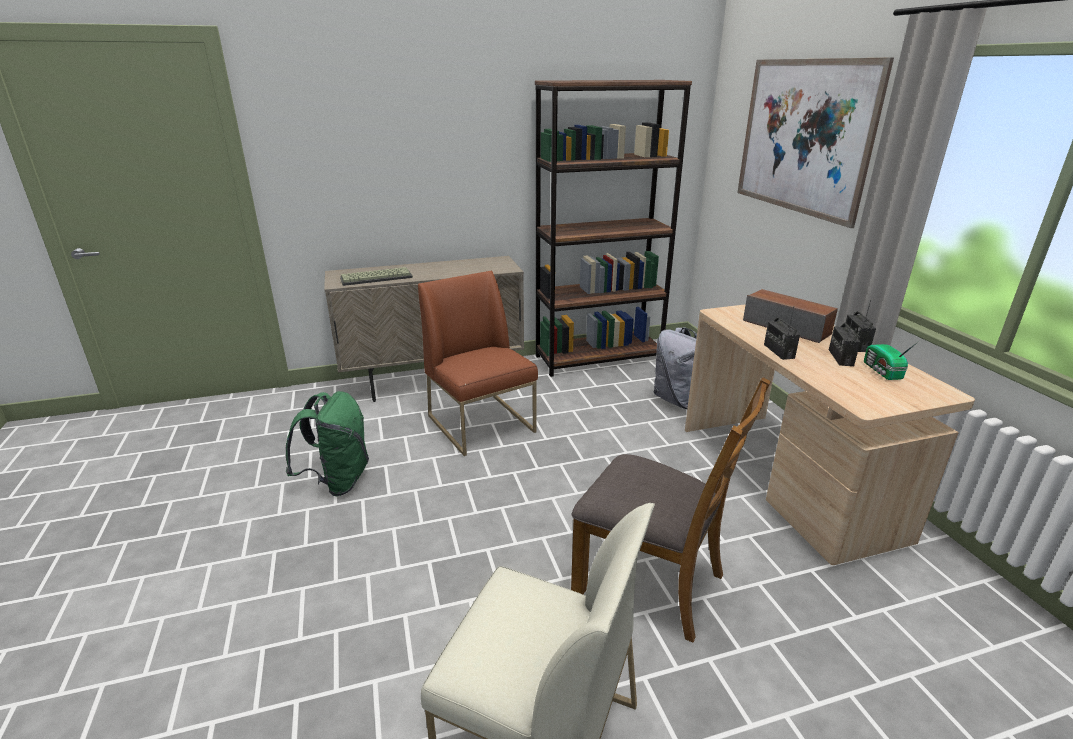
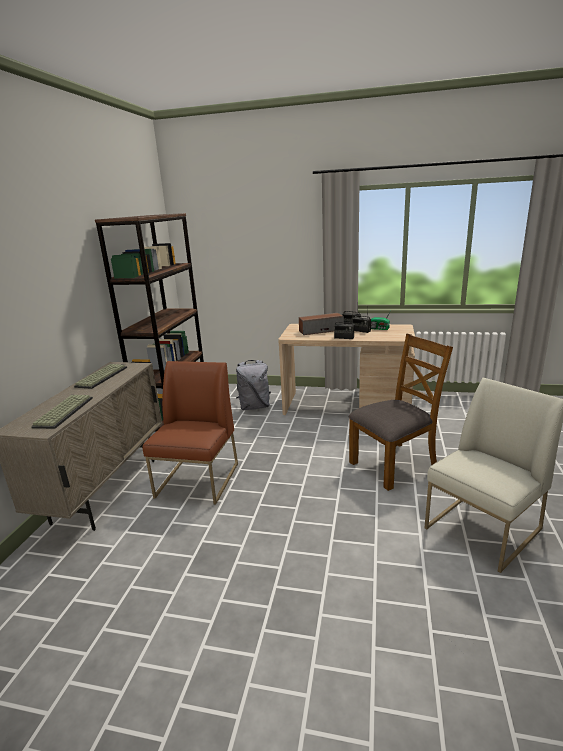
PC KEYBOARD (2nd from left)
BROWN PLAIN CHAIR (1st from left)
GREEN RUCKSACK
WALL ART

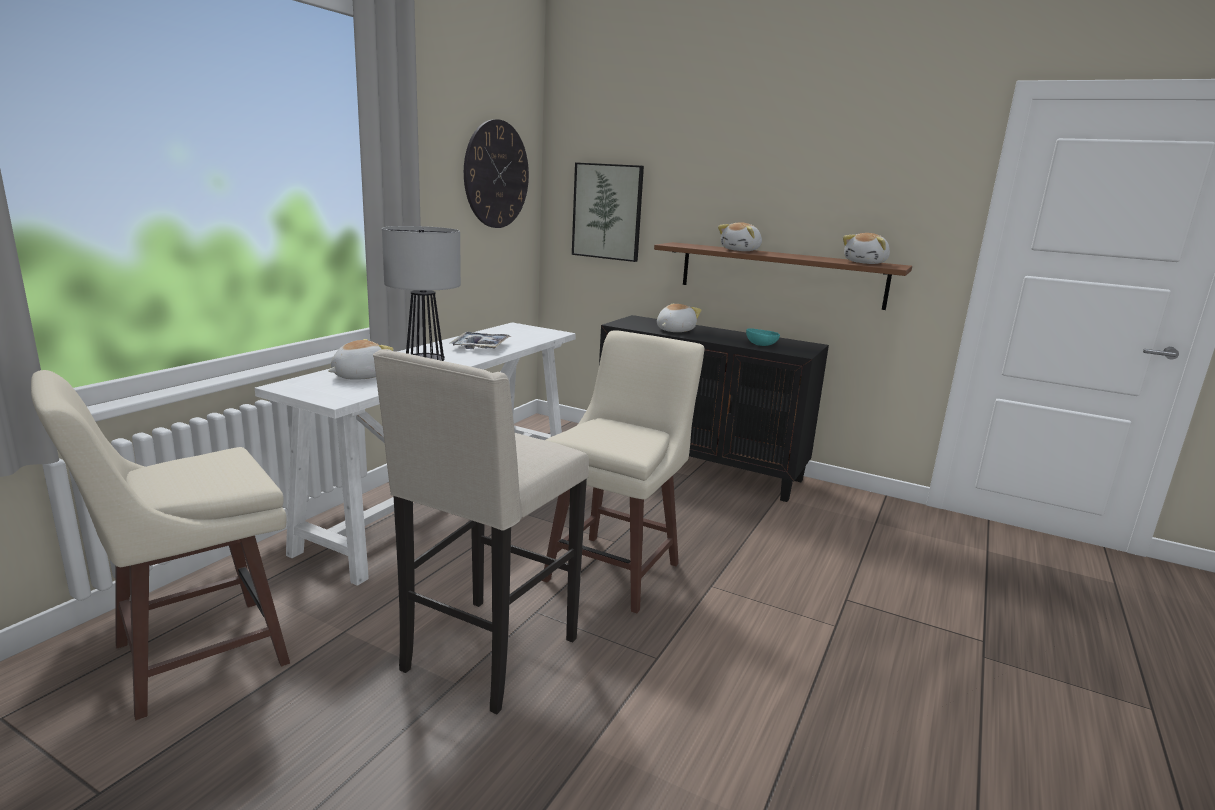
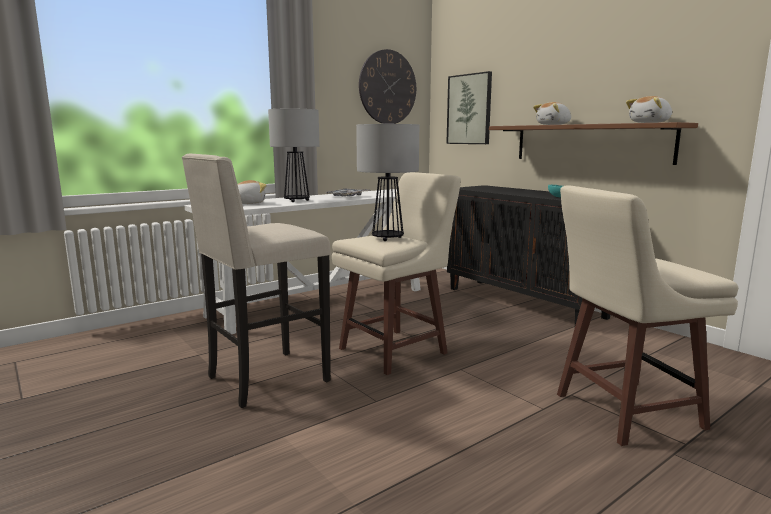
TABLETOP LAMP (2nd from left)
SAND-COLOURED STOOL (3rd from left)
CUDDLY TOY (2nd from left in the first image)

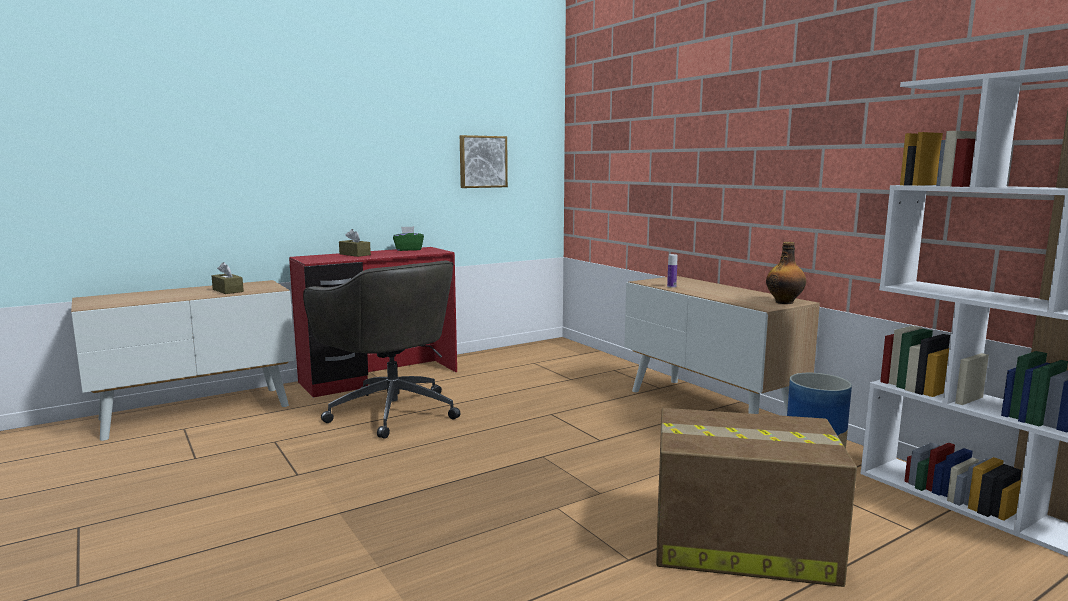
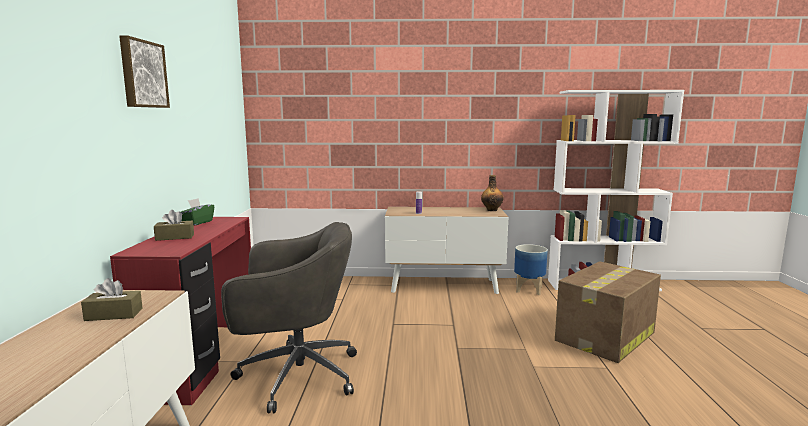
WALL ART

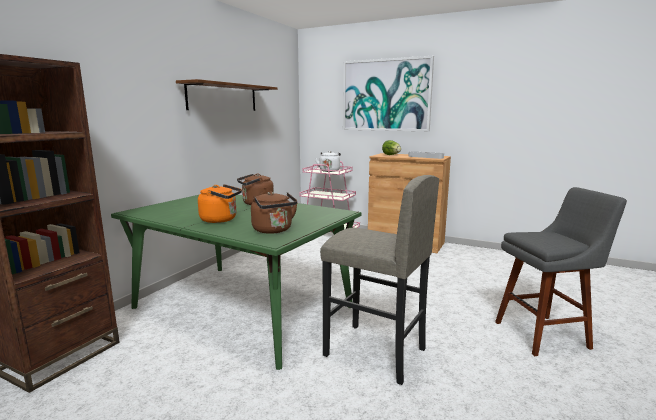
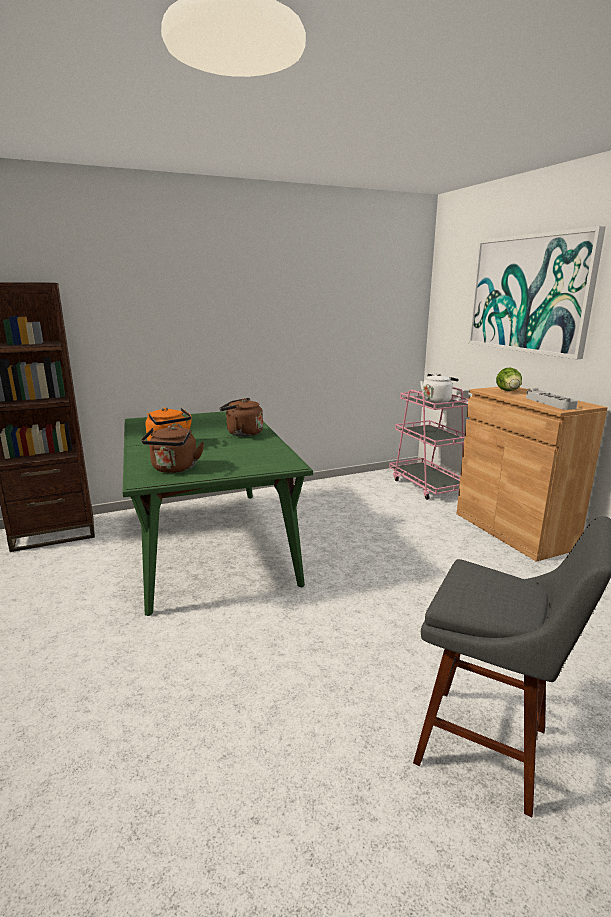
BROWN SHELF
GRAY STOOL (1st from left in the first image)

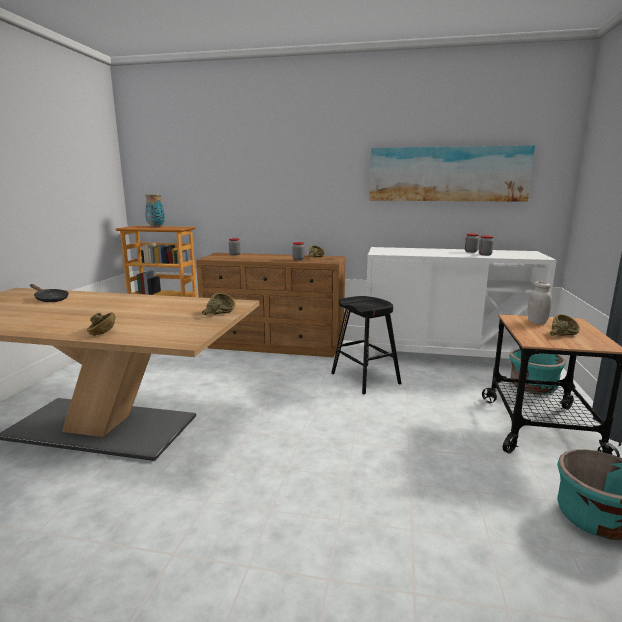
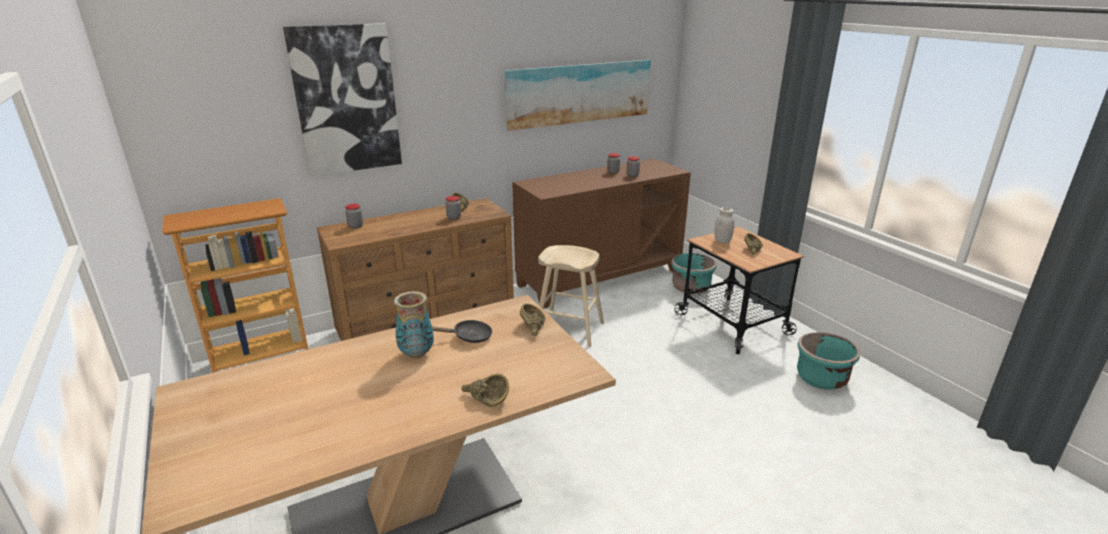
WALL ART (1st from left)
DECORATIVE VASE
BLACK-COLOURED PAN
BROWN CUPBOARD
SAND-COLOURED STOOL

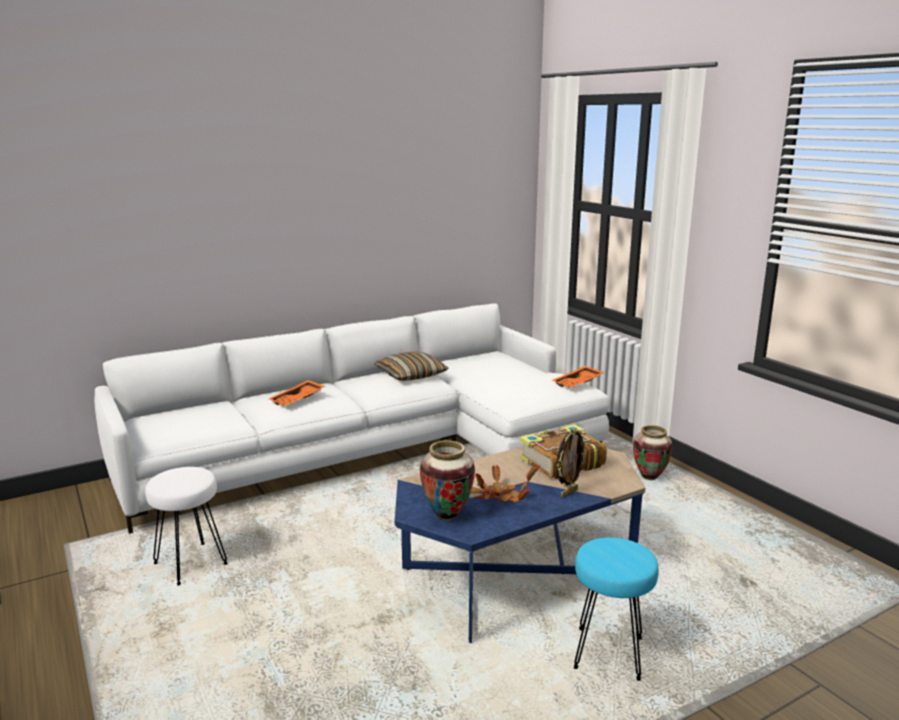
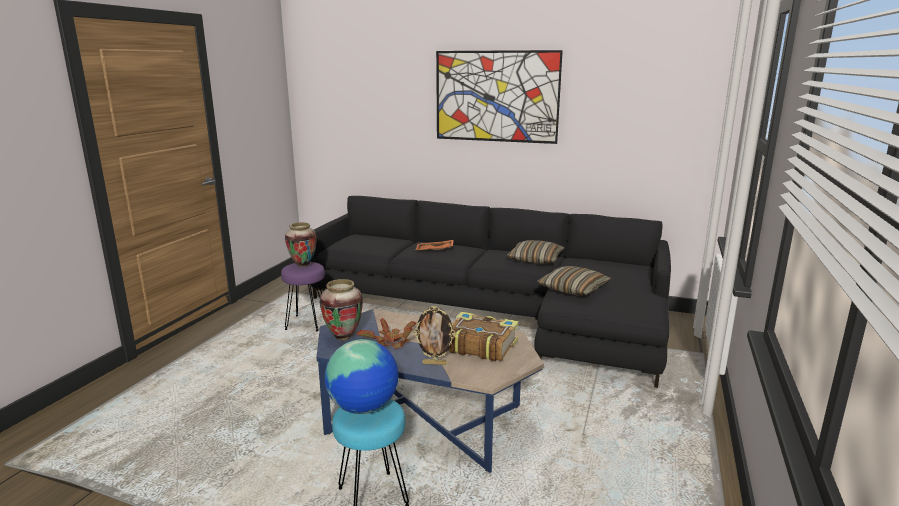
PURPLE STOOL
DECORATIVE VASE (1st from left)
BLACK-COLOURED SETTEE
WORLD GLOBE
WALL ART
THROW PILLOW (2nd from left)
ORANGE CARRYING TRAY (2nd from left in the first image)

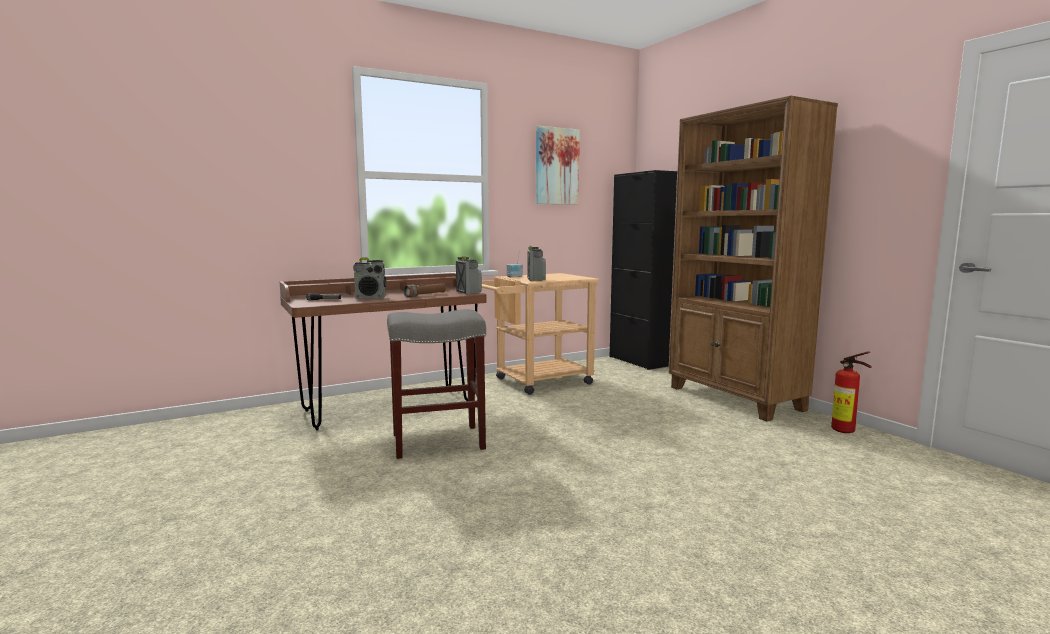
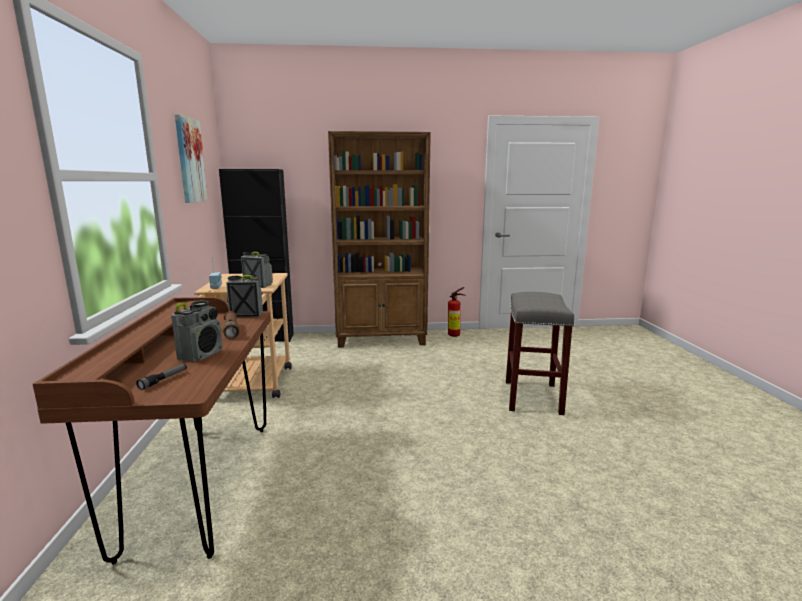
GRAY STOOL

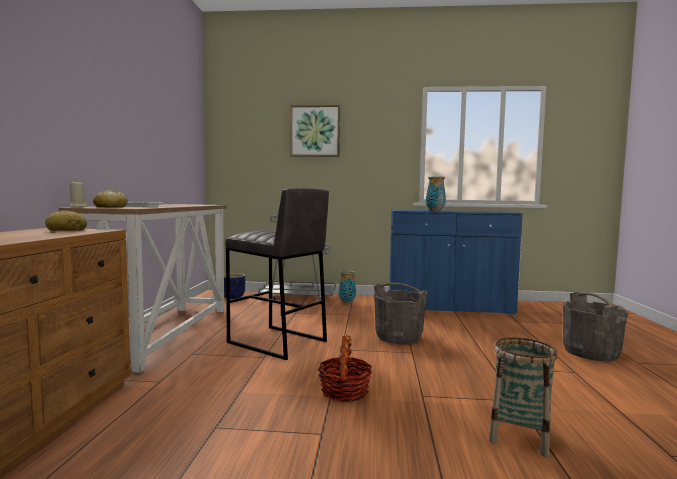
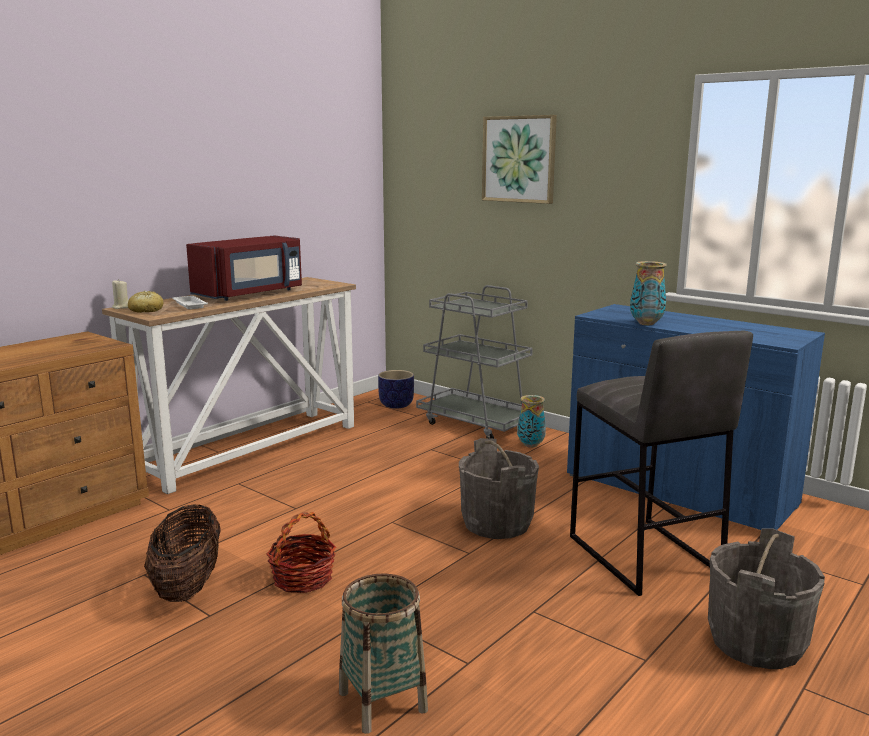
HOUSEHOLD BASKET (1st from left)
REDDISH MICROWAVE OVEN
GRAY STOOL
BAKERY BREAD (1st from left in the first image)

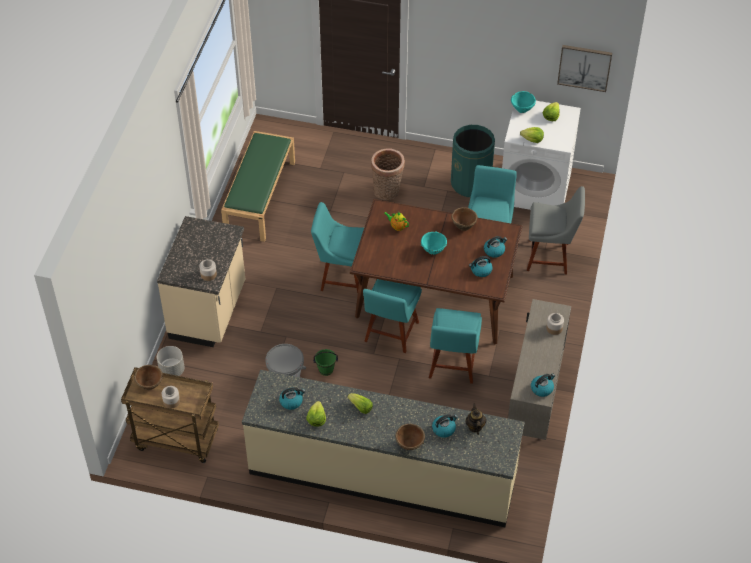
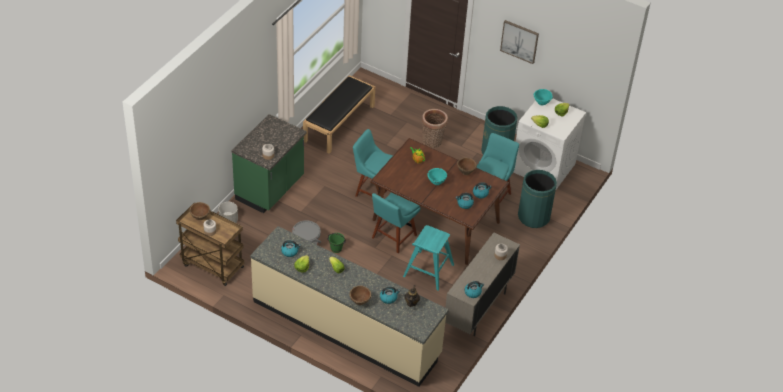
GREEN COUNTER
BLACK-COLOURED LONG SEAT
BLUE-GREEN STOOL
WALL ART
GREEN WASTE BIN (2nd from left)

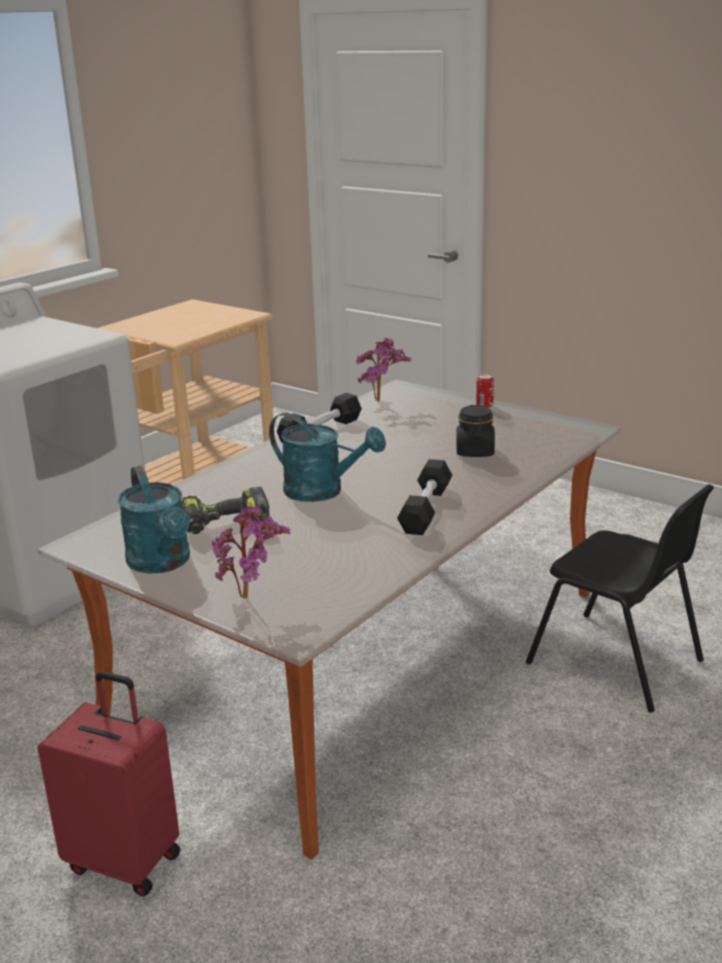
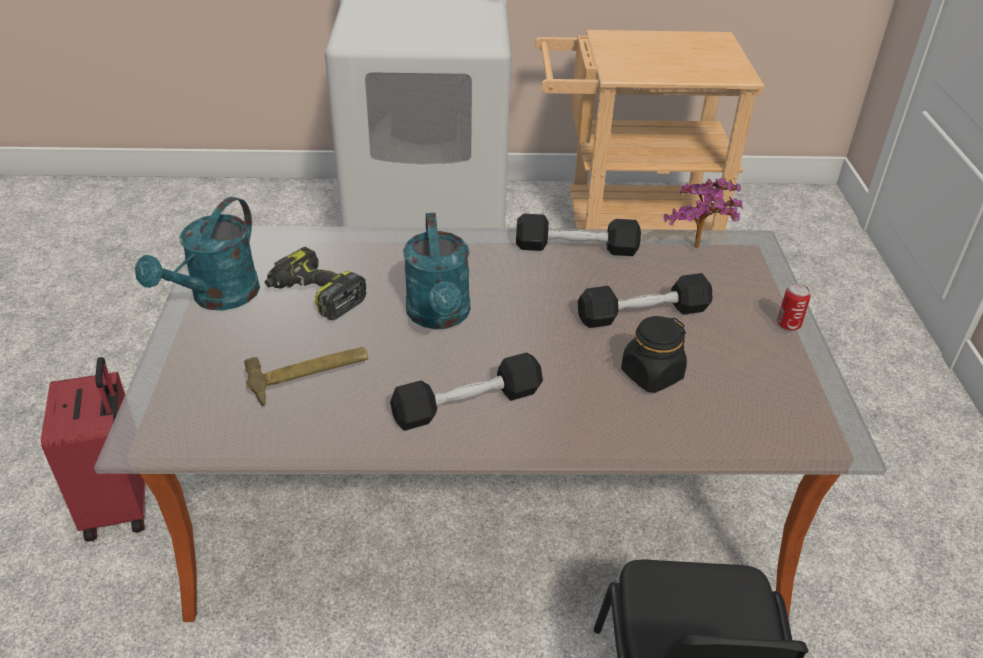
HAMMER
BLACK-COLOURED DUMBBELL (3rd from left)
HOUSEPLANT (1st from left in the first image)

